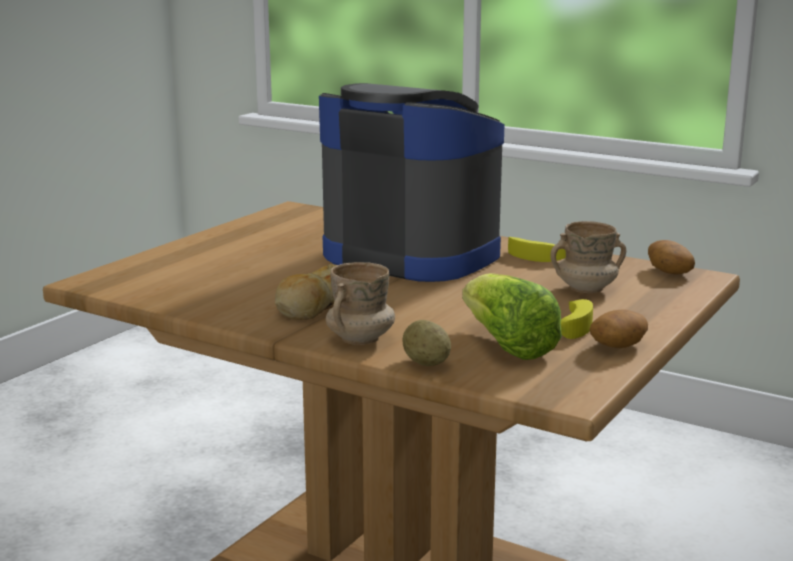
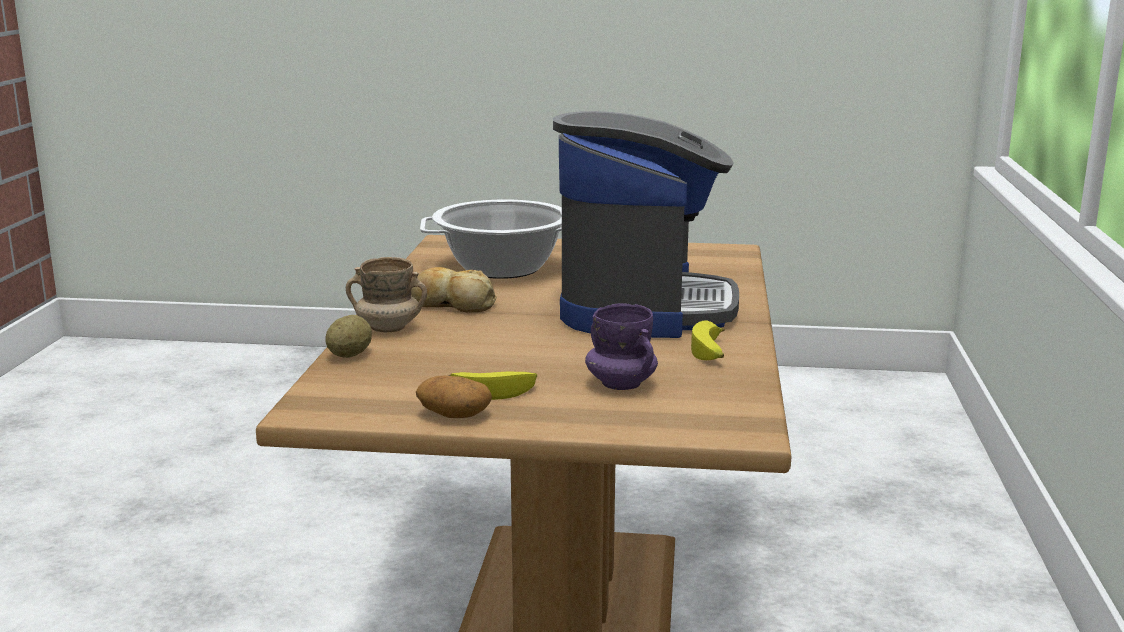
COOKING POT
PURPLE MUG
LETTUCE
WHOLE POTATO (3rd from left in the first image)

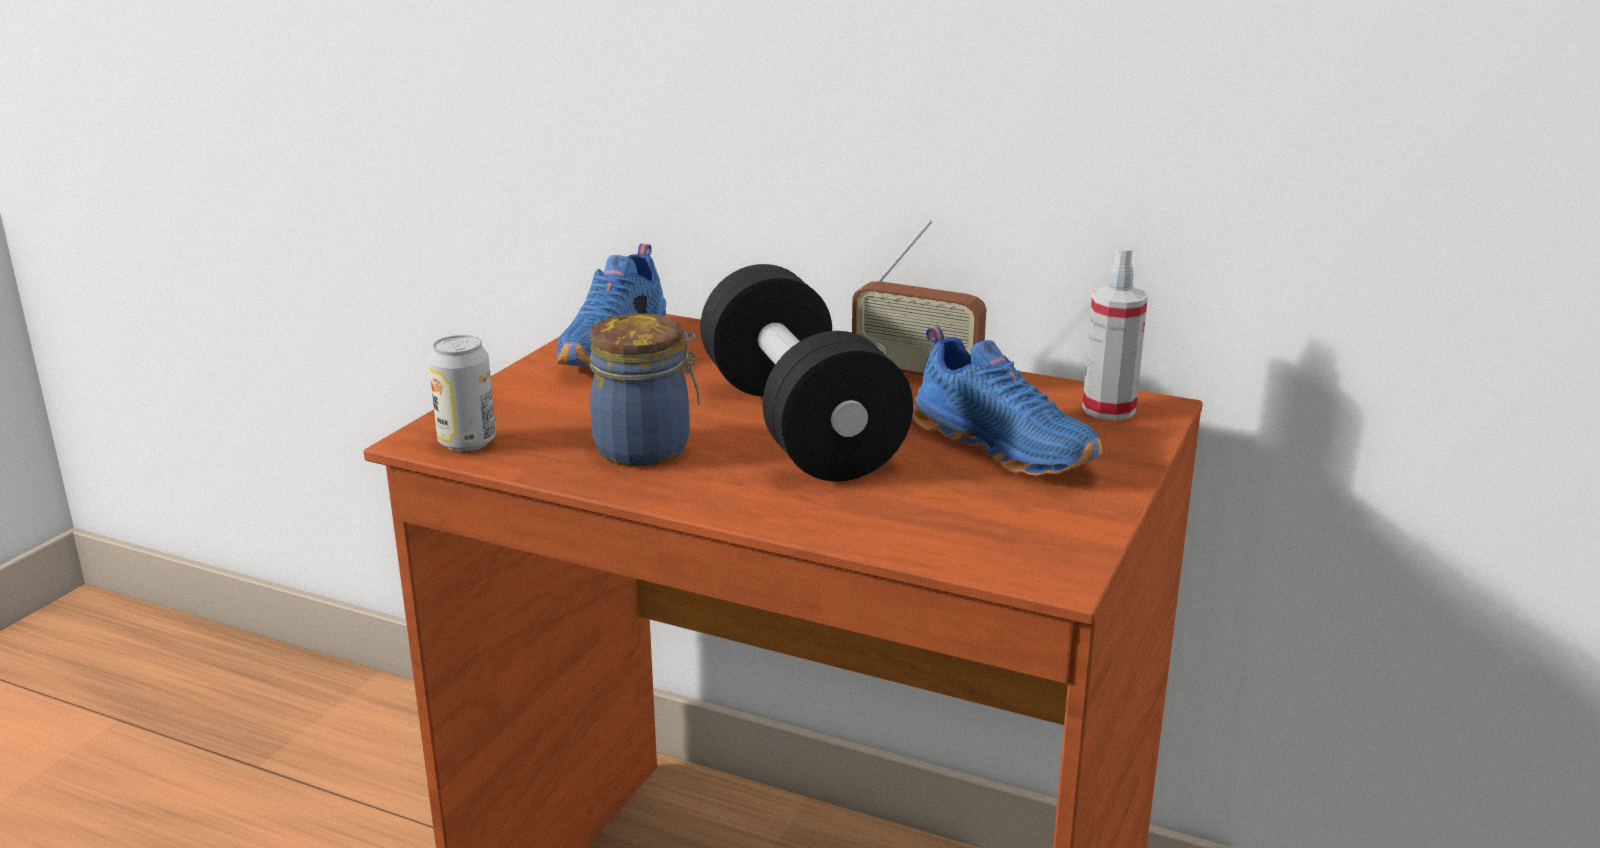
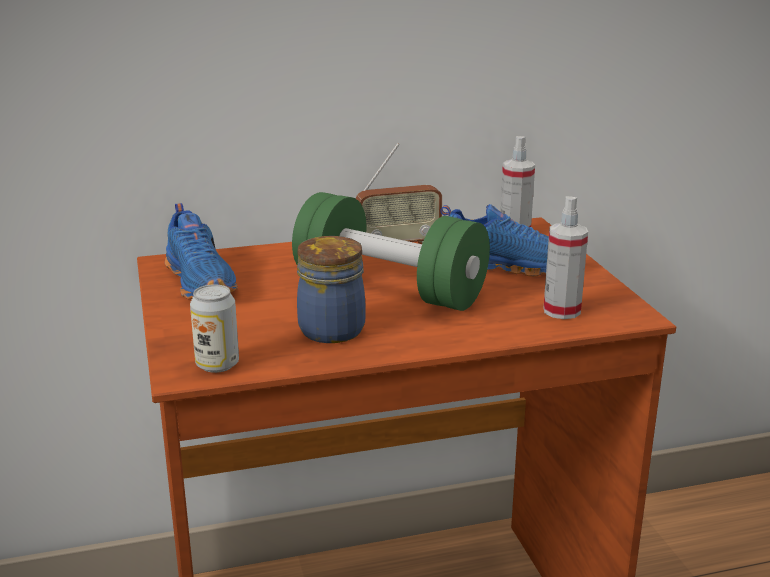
GREEN DUMBBELL
HAND SPRAYER (2nd from left)

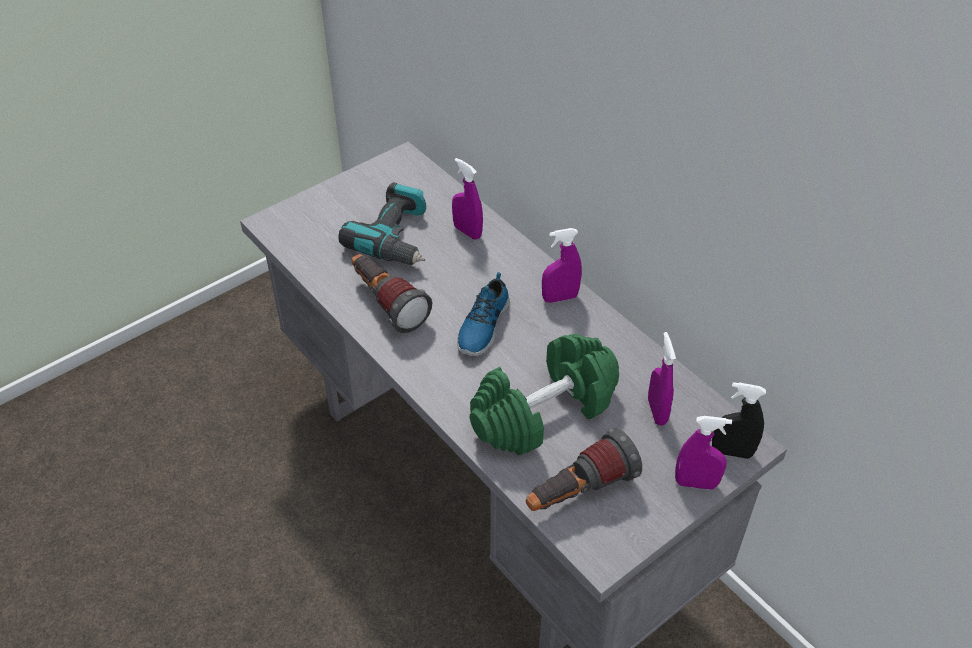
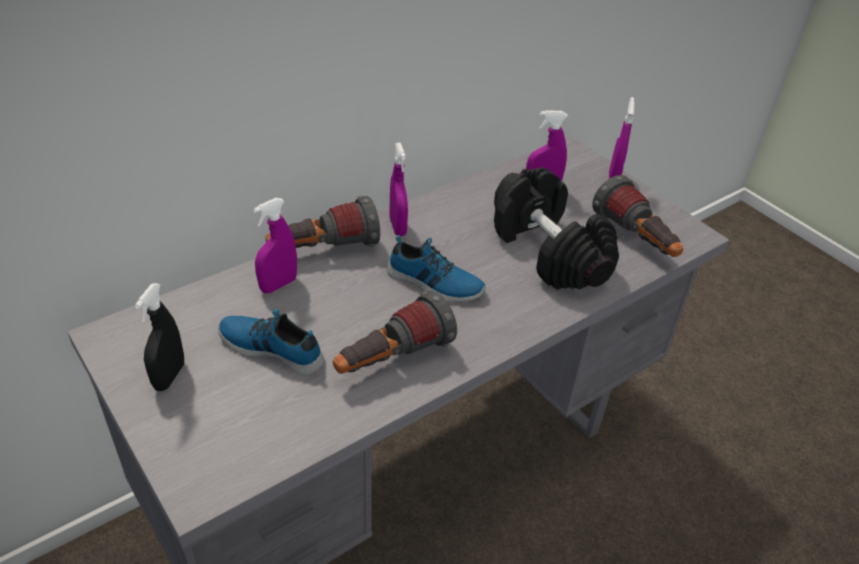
BLACK-COLOURED HAND SPRAYER
ITEM OF FOOTWEAR (1st from left)
TORCH (1st from left)
BLACK-COLOURED DUMBBELL

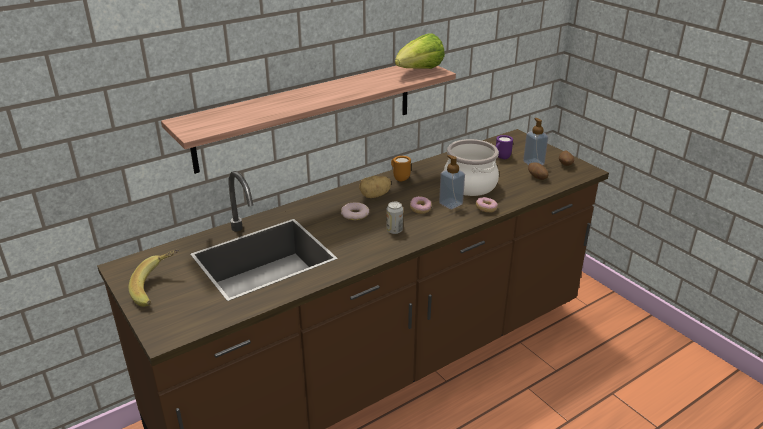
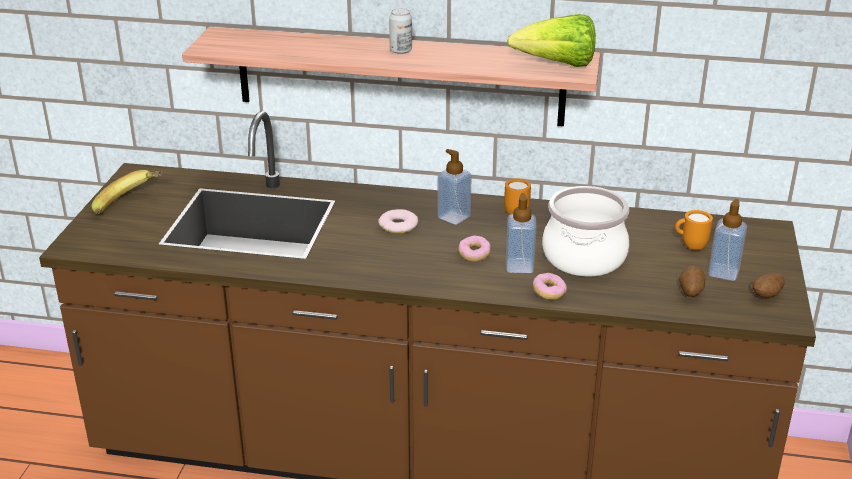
SEALED CAN
LIQUID SOAP BOTTLE (1st from left)
ORANGE MUG (2nd from left)

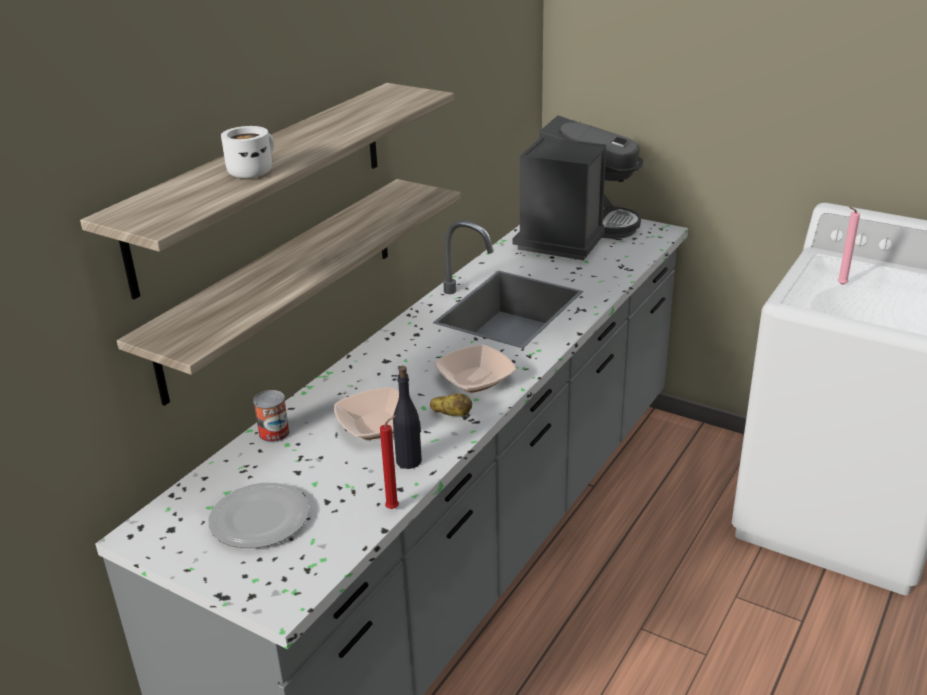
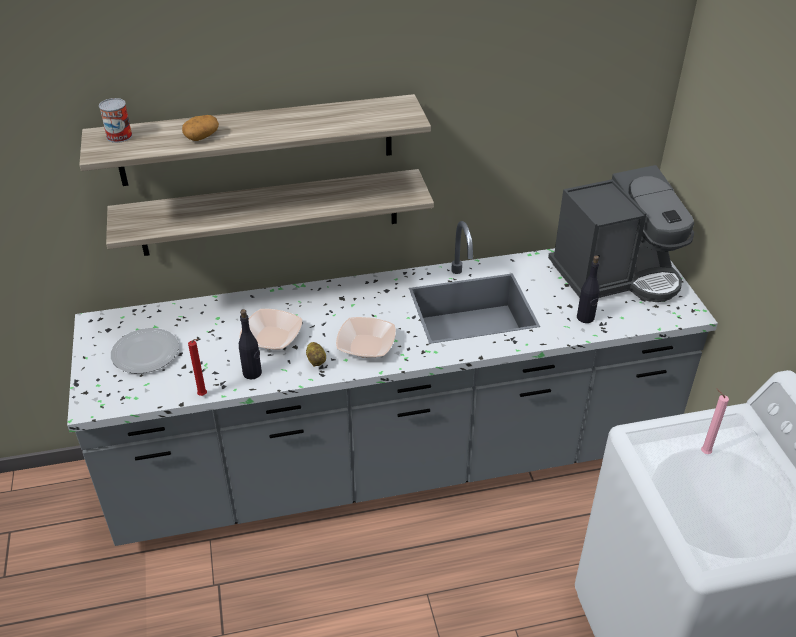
SEALED CAN
WHOLE POTATO (1st from left)
BLACK-COLOURED DRINK BOTTLE (2nd from left)

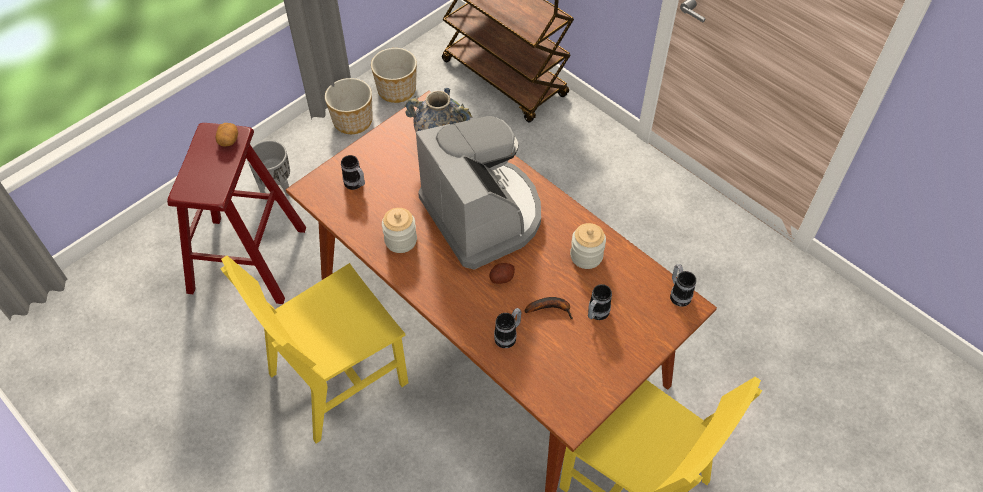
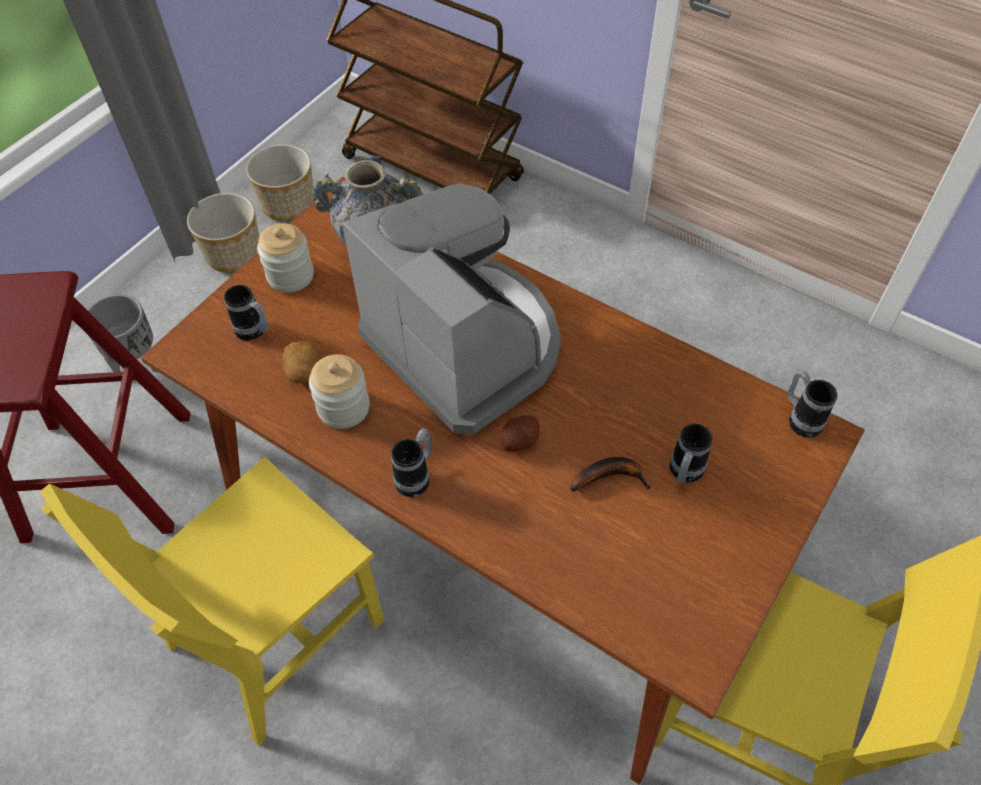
STORAGE JAR (1st from left)
WHOLE POTATO (1st from left)
MUG (2nd from left)

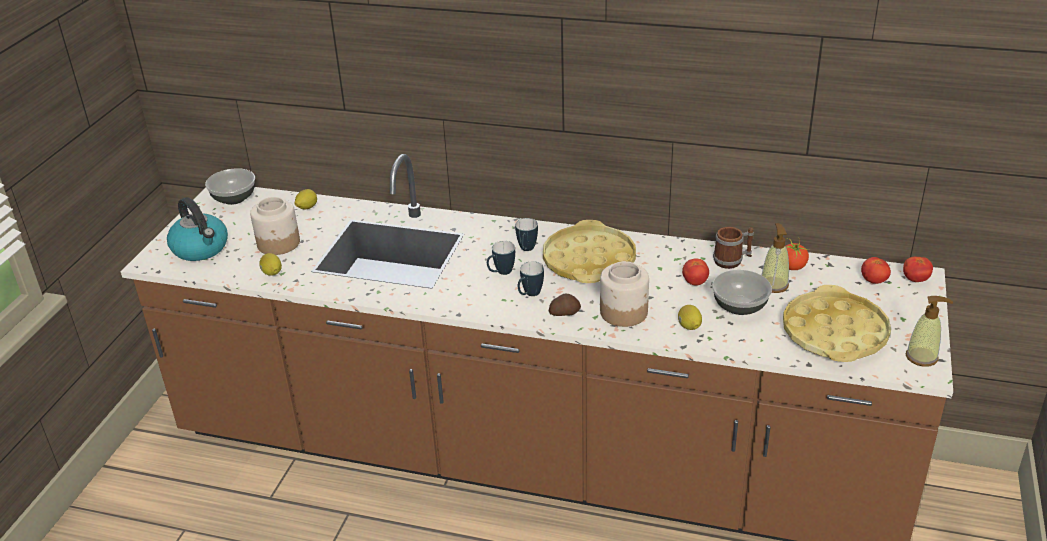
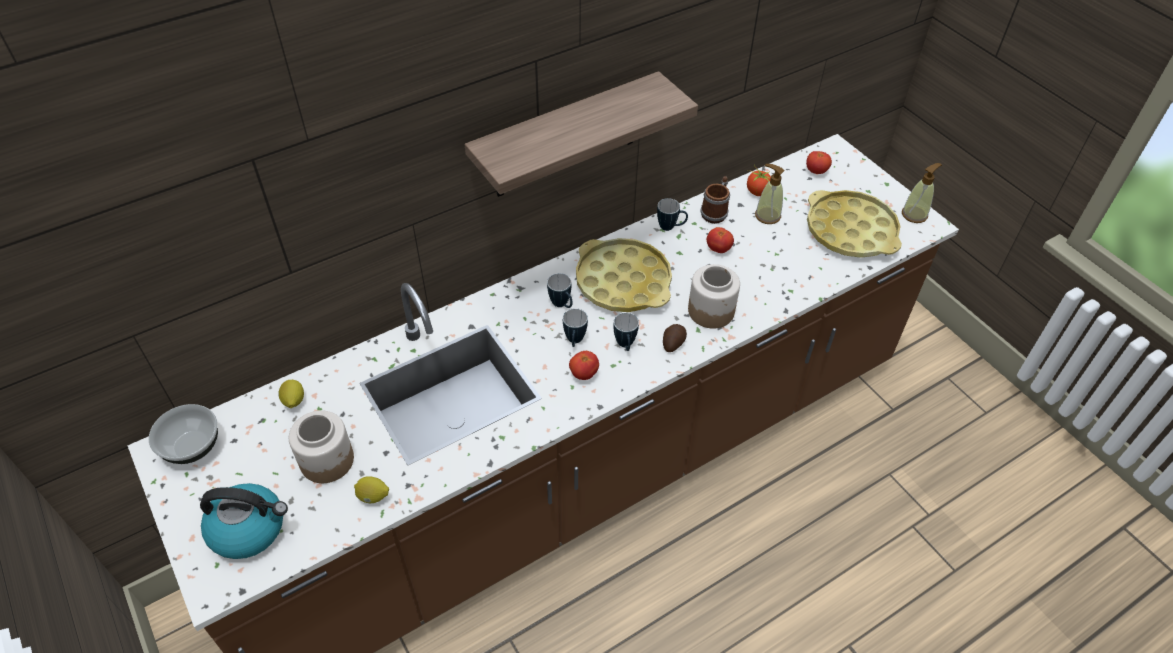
SHELF
TOMATO (1st from left)
MUG (4th from left)
LEMON (3rd from left in the first image)
BOWL (2nd from left in the first image)

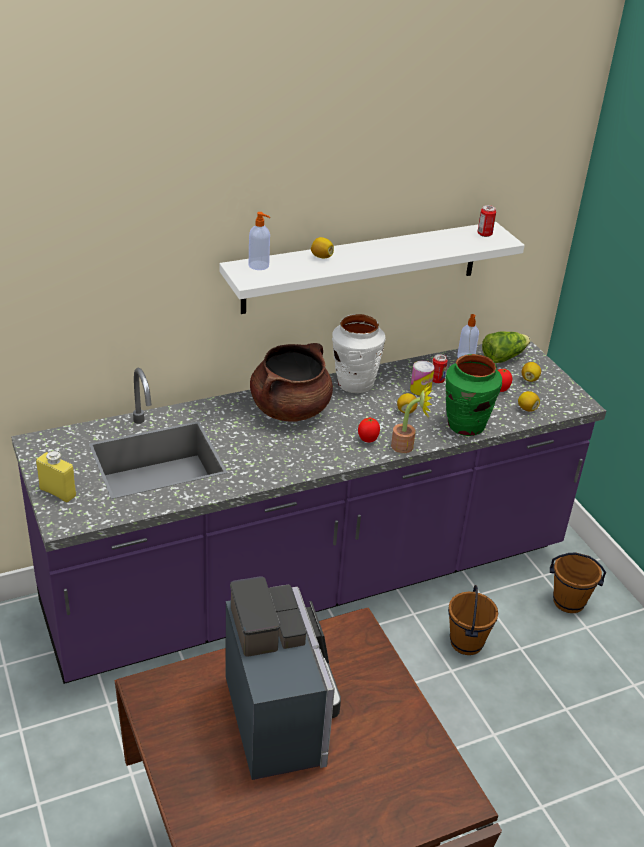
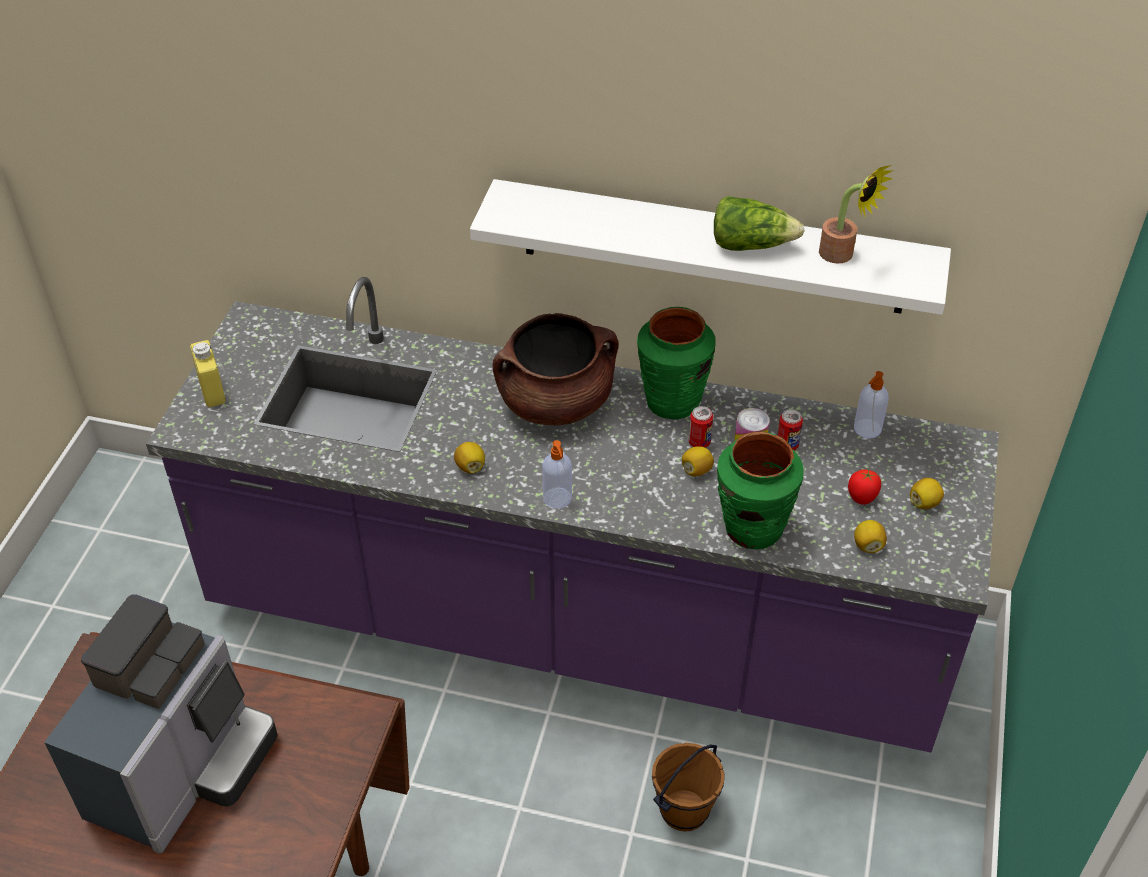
LEMON (1st from left)
LIQUID SOAP BOTTLE (1st from left)
GREEN DECORATIVE VASE (1st from left)
SEALED CAN (1st from left)
LETTUCE
HOUSEPLANT
TOMATO (1st from left in the first image)
BROWN WATER BUCKET (2nd from left in the first image)

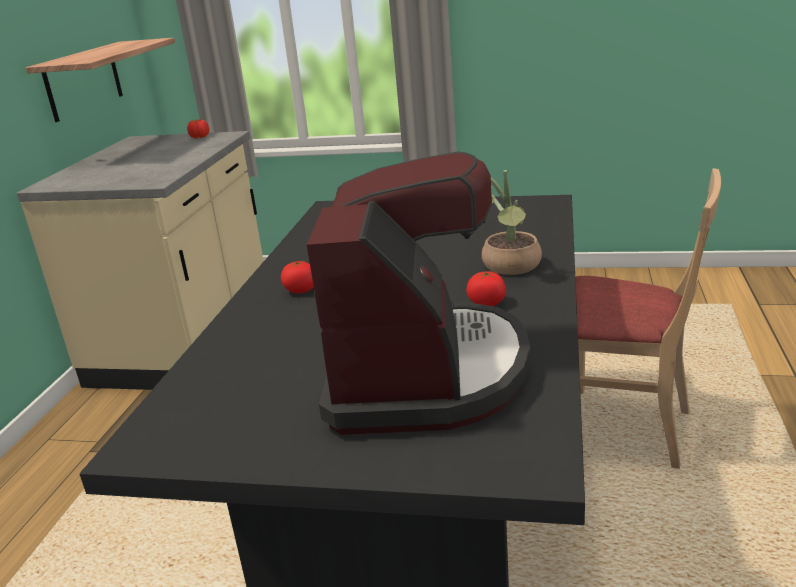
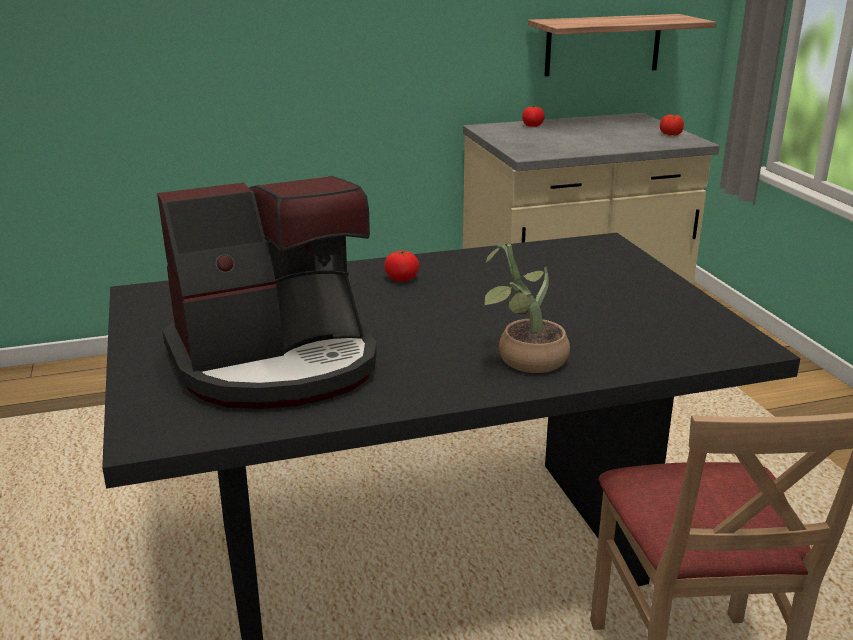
TOMATO (2nd from left)

